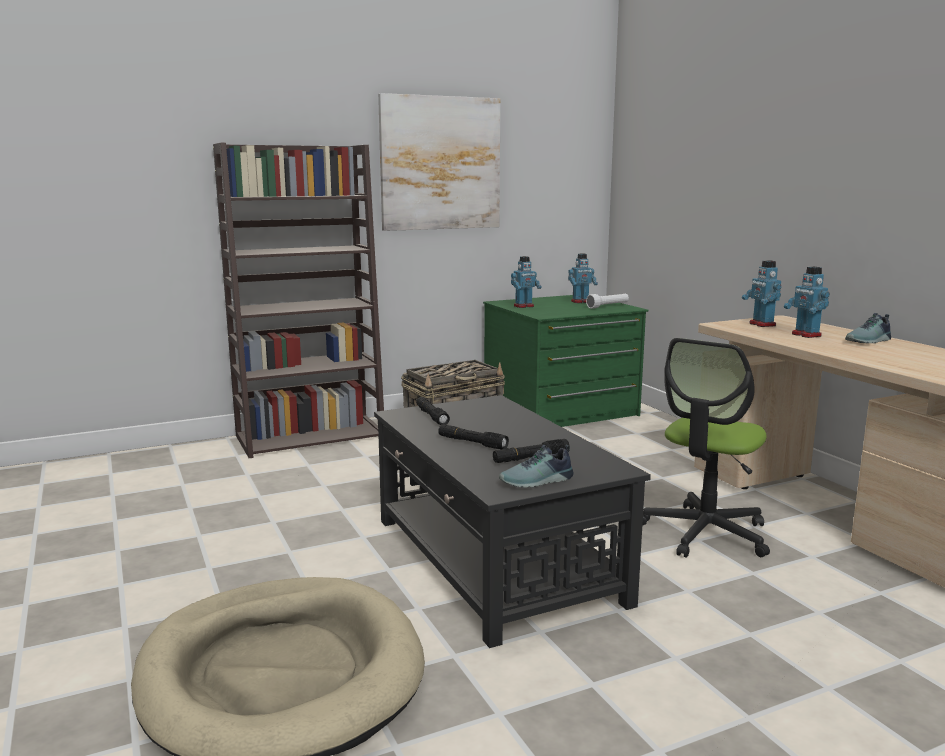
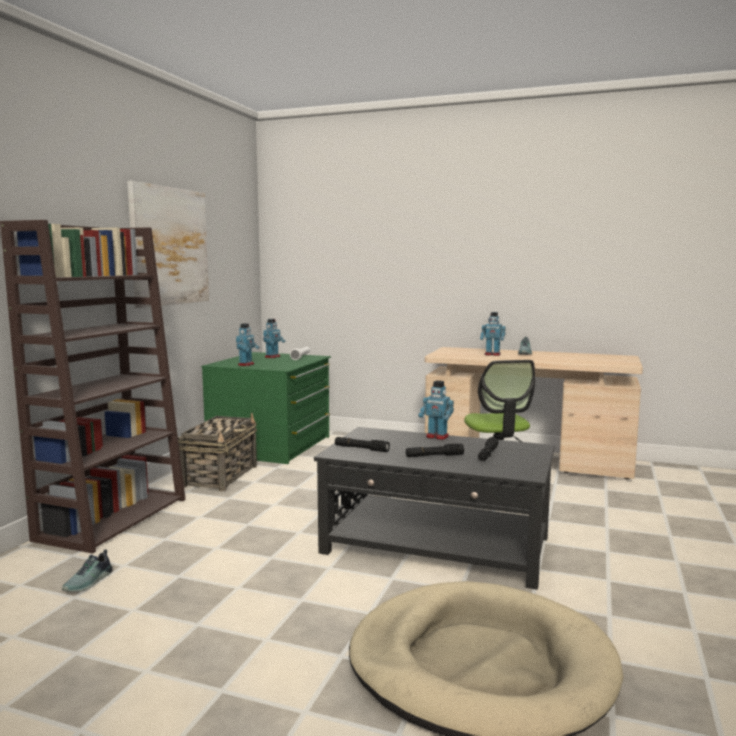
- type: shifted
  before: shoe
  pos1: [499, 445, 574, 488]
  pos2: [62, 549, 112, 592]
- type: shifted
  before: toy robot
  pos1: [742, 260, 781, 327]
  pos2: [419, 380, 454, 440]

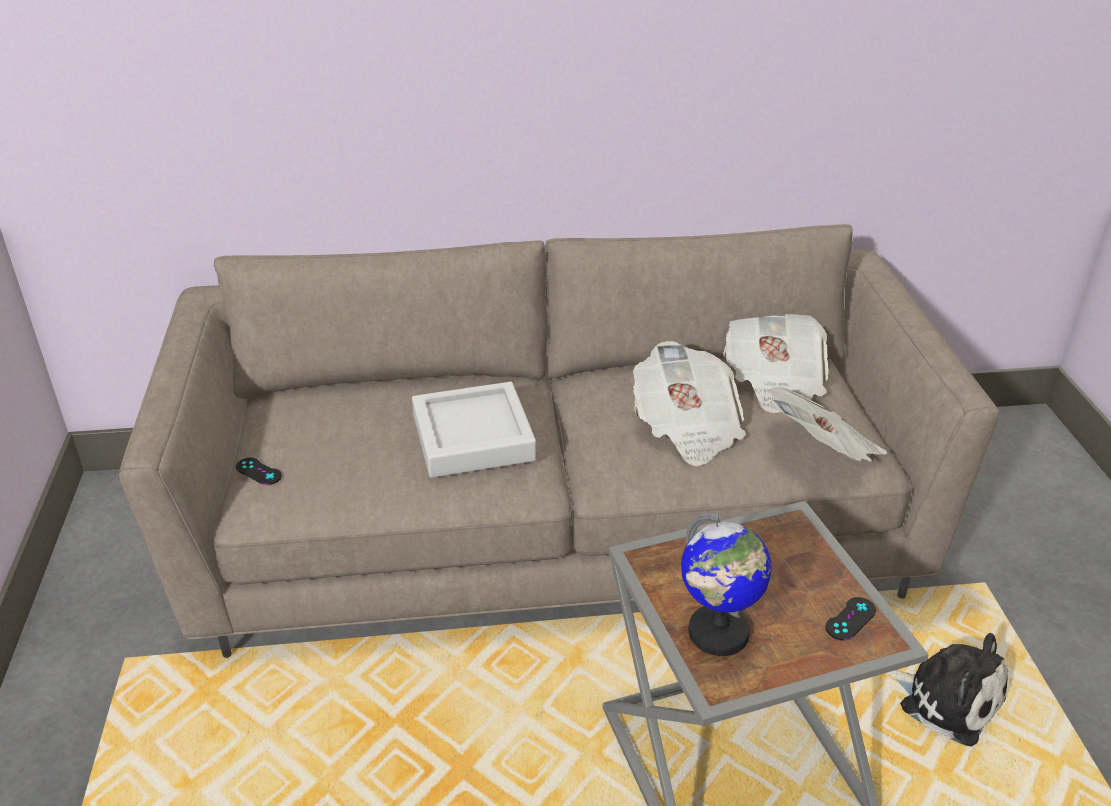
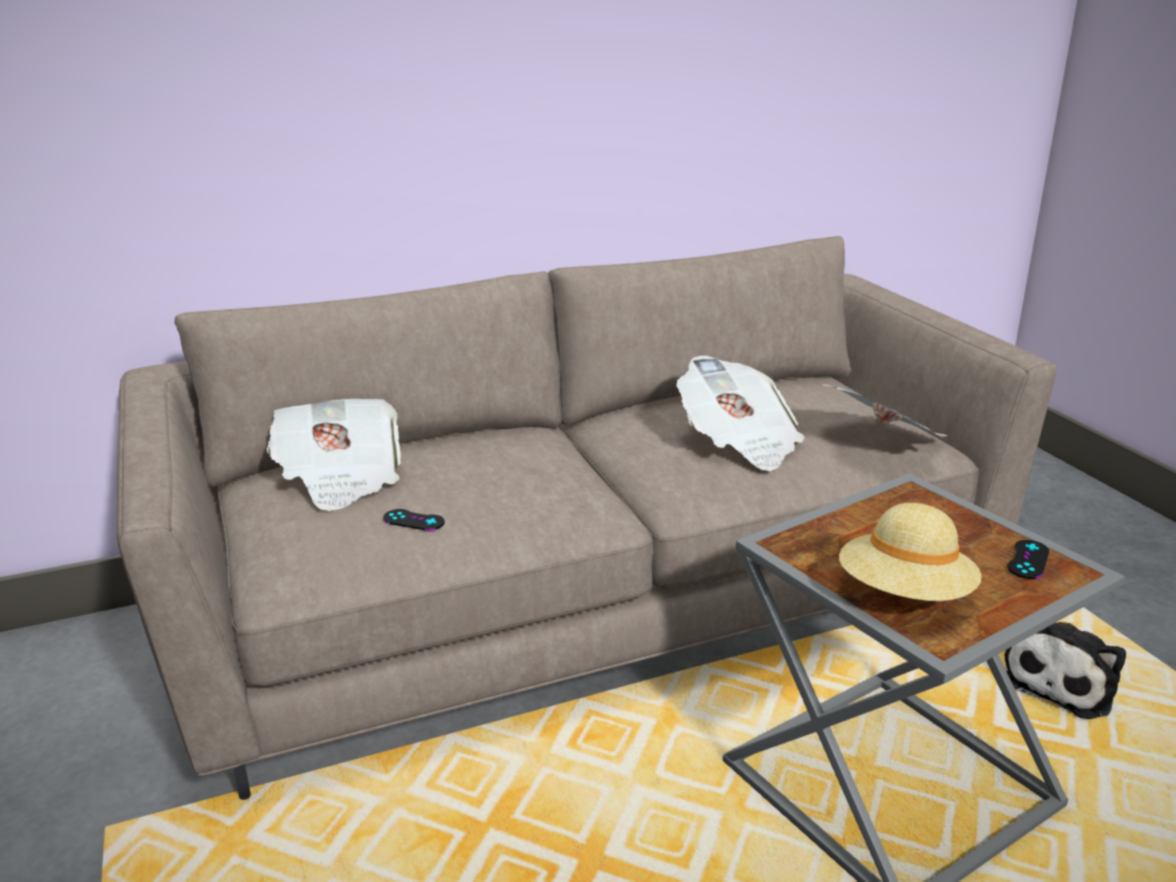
- type: shifted
  before: newspaper
  pos1: [723, 314, 829, 413]
  pos2: [266, 399, 401, 511]
- type: shifted
  before: game controller (black)
  pos1: [236, 458, 282, 485]
  pos2: [383, 509, 445, 531]
- type: swapped
  before: globe
  after: hat (beige)
  pos1: [681, 512, 772, 656]
  pos2: [839, 503, 982, 601]
- type: rotated
  before: plush toy
  pos1: [886, 633, 1008, 746]
  pos2: [1005, 622, 1126, 719]
  turn: 105
- type: gone
  before: tray (grey)
  pos1: [412, 382, 536, 478]

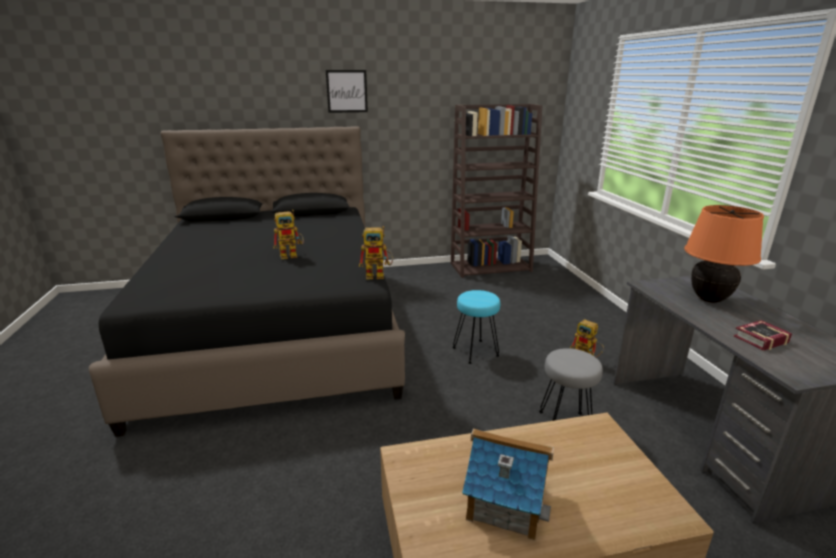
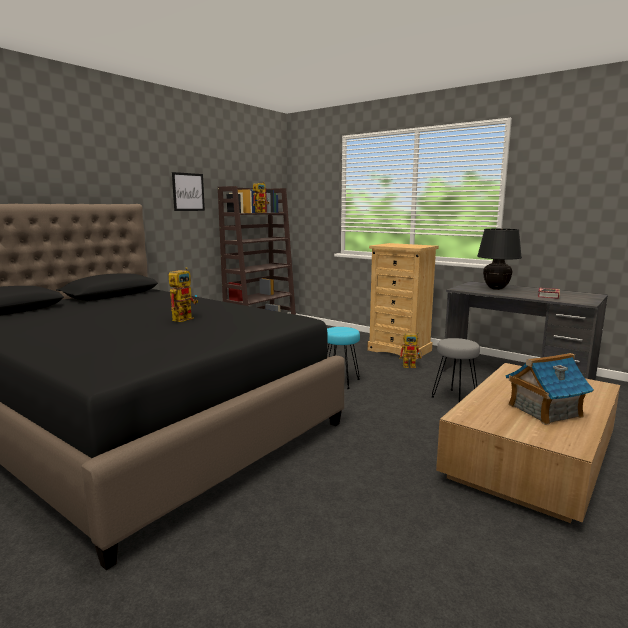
- type: shifted
  before: picture
  pos1: [326, 70, 368, 113]
  pos2: [172, 172, 205, 211]
- type: shifted
  before: toy robot
  pos1: [359, 226, 393, 279]
  pos2: [253, 182, 269, 213]
- type: new
  after: dresser (beige)
  pos2: [367, 243, 439, 360]
- type: repainted
  before: table lamp (orange)
  after: table lamp (black)
  pos1: [684, 205, 764, 303]
  pos2: [477, 228, 522, 290]

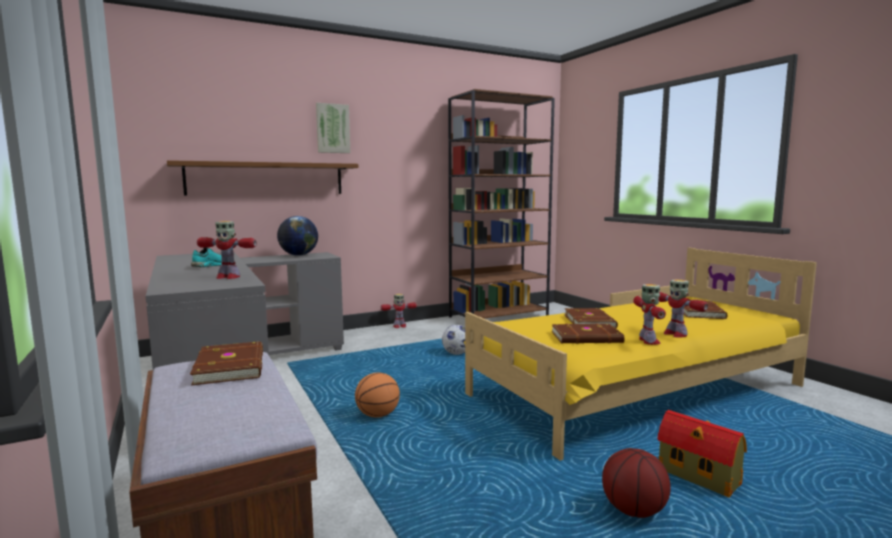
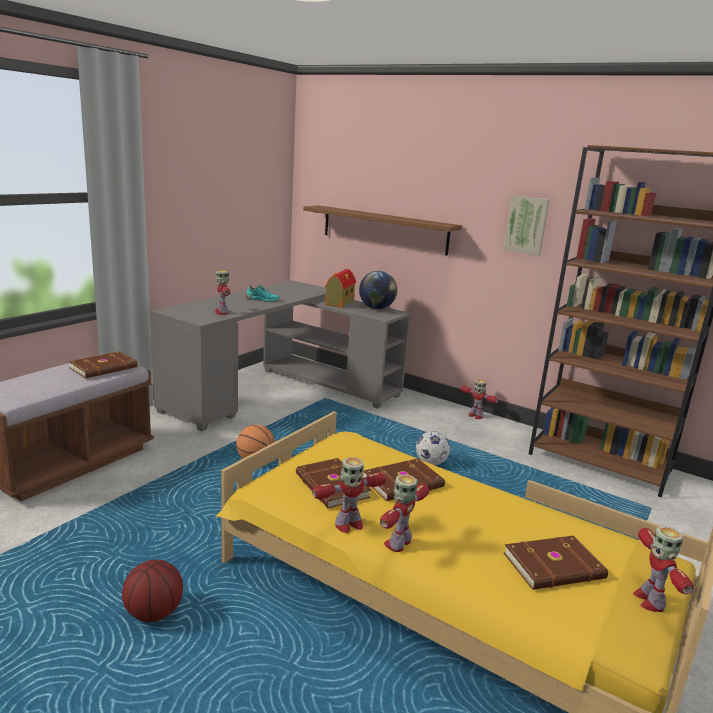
- type: shifted
  before: toy house
  pos1: [657, 410, 747, 497]
  pos2: [325, 269, 356, 308]
- type: shifted
  before: picture
  pos1: [316, 103, 350, 153]
  pos2: [504, 195, 550, 256]
- type: new
  after: toy robot
  pos2: [633, 526, 694, 612]

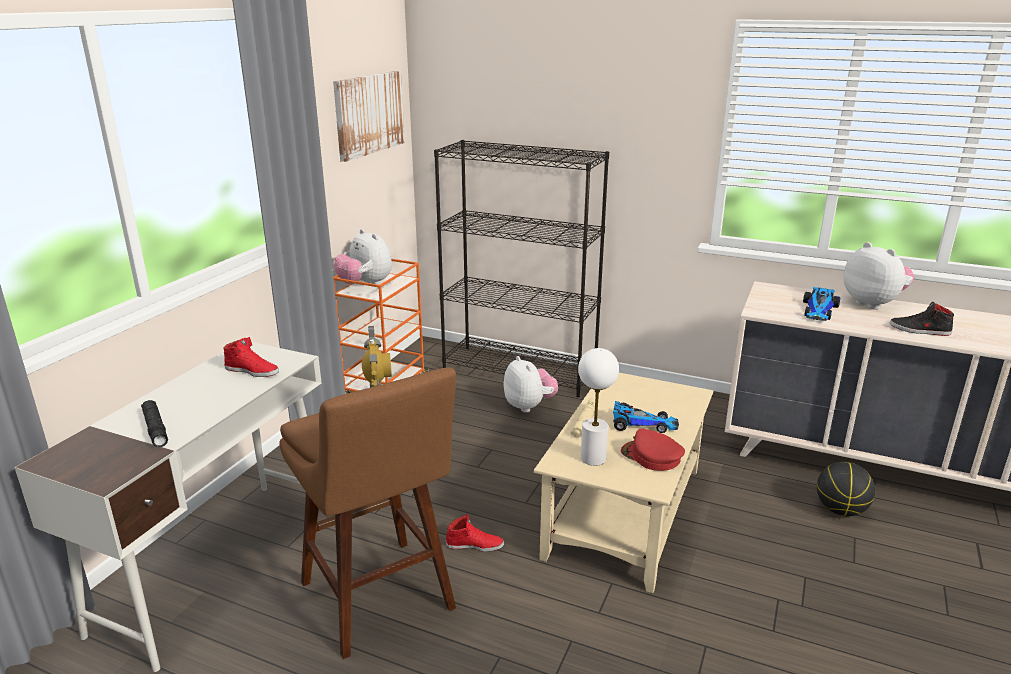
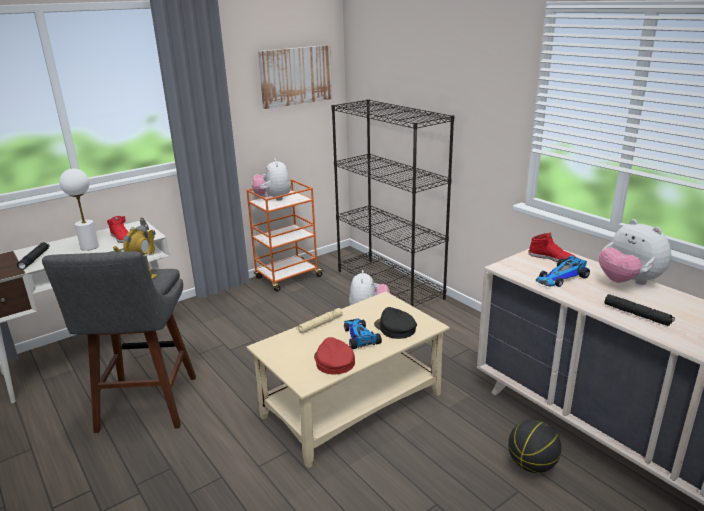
- type: repainted
  before: stool (brown)
  after: stool (grey)
  pos1: [279, 367, 456, 659]
  pos2: [42, 251, 196, 433]
- type: shifted
  before: table lamp (white)
  pos1: [578, 348, 619, 466]
  pos2: [59, 169, 99, 251]
- type: rotated
  before: toy car
  pos1: [613, 401, 679, 433]
  pos2: [344, 319, 382, 349]
  turn: -150
- type: new
  after: cap (black)
  pos2: [374, 307, 417, 339]
- type: shifted
  before: shoe (red)
  pos1: [445, 514, 504, 552]
  pos2: [528, 232, 576, 262]
- type: rotated
  before: plush toy
  pos1: [843, 242, 914, 310]
  pos2: [599, 219, 671, 285]
  turn: 150
- type: swapped
  before: shoe (black)
  after: flashlight (black)
  pos1: [890, 302, 954, 336]
  pos2: [605, 294, 675, 326]

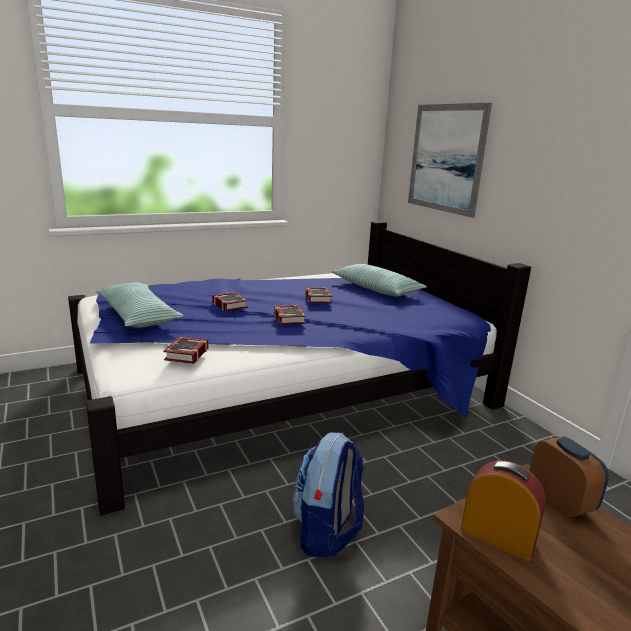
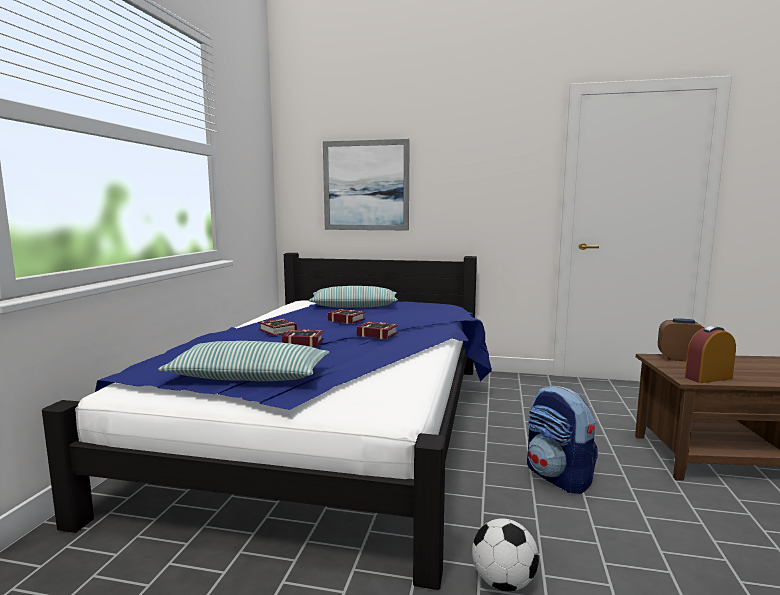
- type: shifted
  before: book
  pos1: [163, 336, 208, 364]
  pos2: [258, 318, 297, 336]
- type: new
  after: football
  pos2: [472, 518, 539, 591]

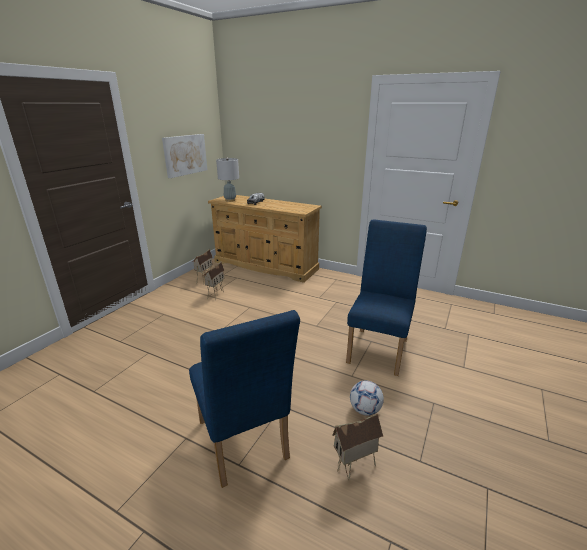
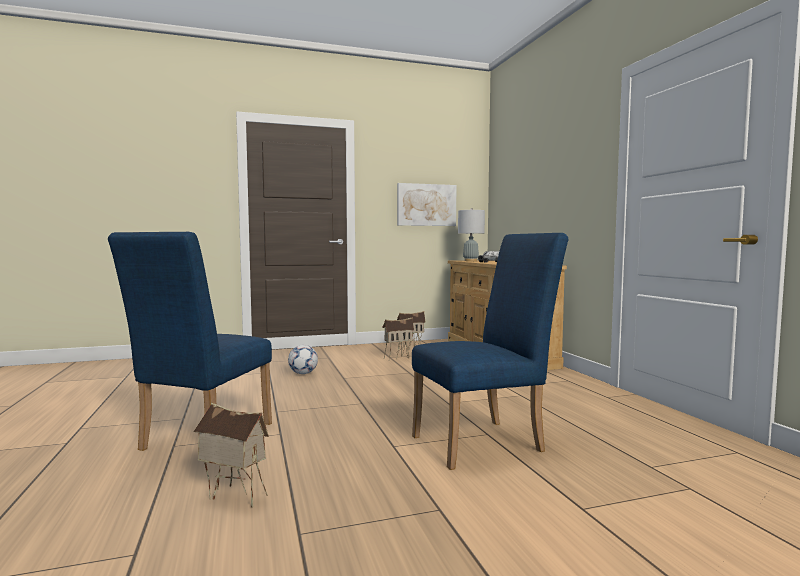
- type: shifted
  before: football
  pos1: [350, 381, 384, 416]
  pos2: [288, 345, 318, 374]

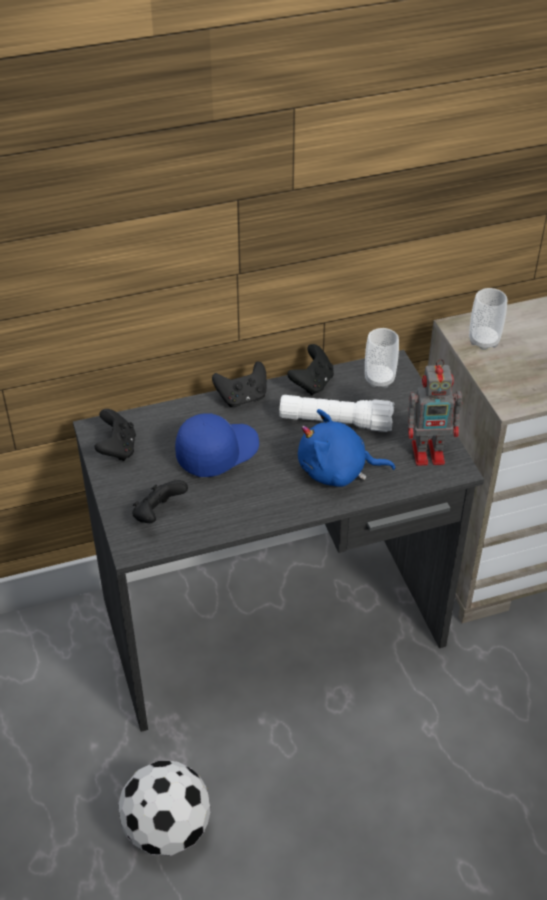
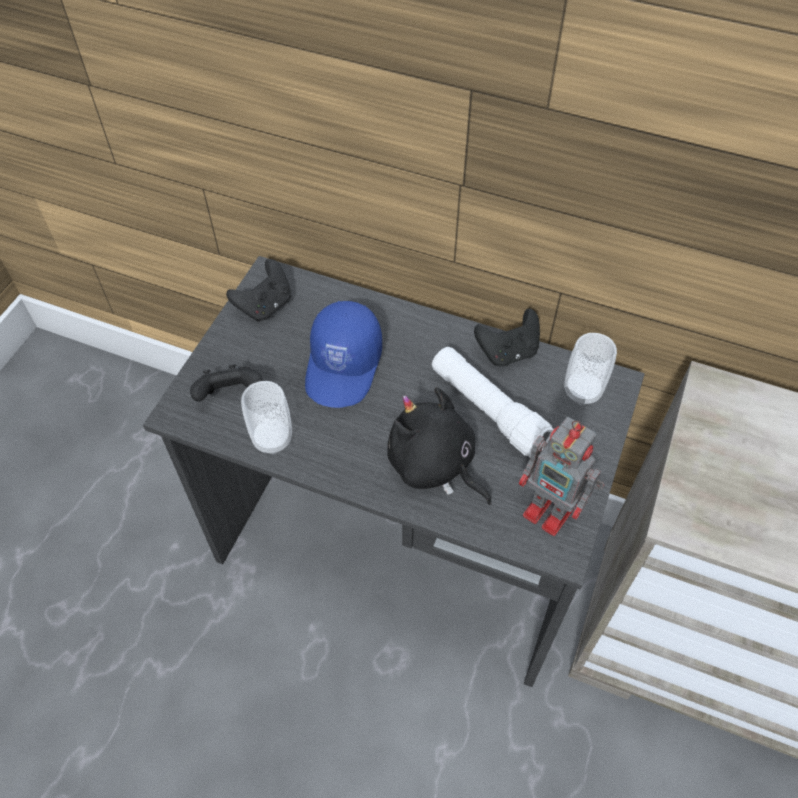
- type: shifted
  before: cup
  pos1: [469, 288, 507, 350]
  pos2: [241, 381, 292, 455]
- type: rotated
  before: cap (blue)
  pos1: [175, 413, 259, 477]
  pos2: [305, 301, 382, 408]
  turn: 105
- type: repainted
  before: plush toy (blue)
  after: plush toy (black)
  pos1: [298, 409, 395, 487]
  pos2: [387, 387, 492, 505]
- type: gone
  before: football
  pos1: [118, 761, 211, 856]
- type: gone
  before: game controller (black)
  pos1: [212, 361, 267, 407]

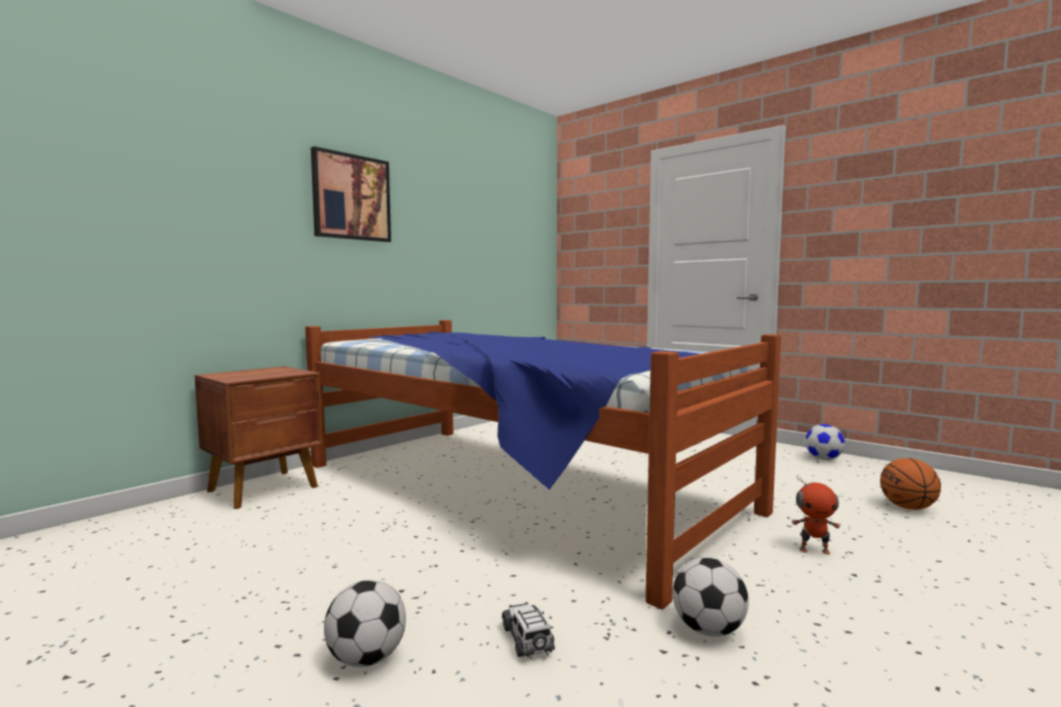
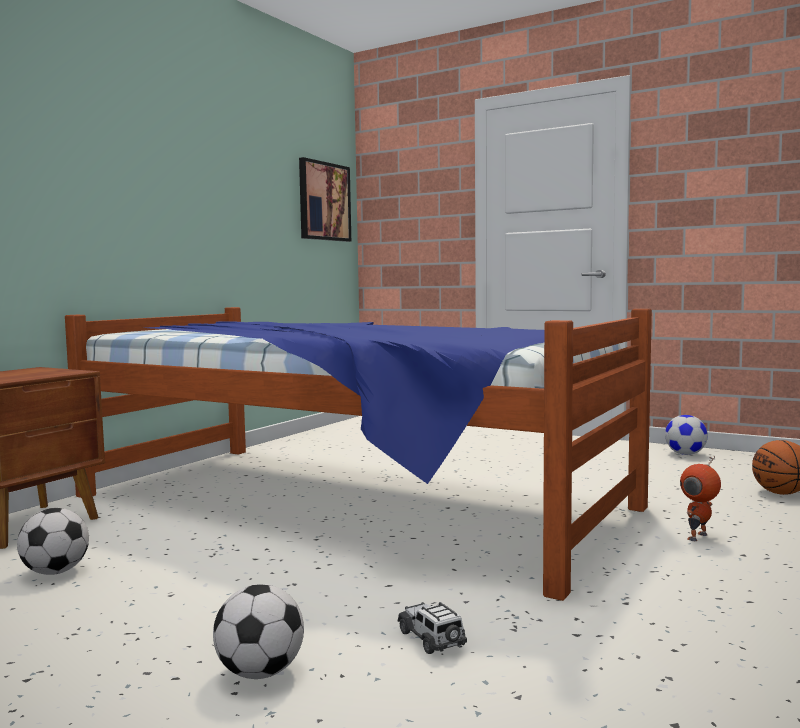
- type: shifted
  before: football
  pos1: [672, 557, 749, 637]
  pos2: [17, 508, 89, 575]
- type: shifted
  before: picture
  pos1: [311, 146, 391, 242]
  pos2: [299, 157, 351, 242]
- type: rotated
  before: toy robot
  pos1: [792, 476, 840, 555]
  pos2: [680, 456, 721, 541]
  turn: 135

